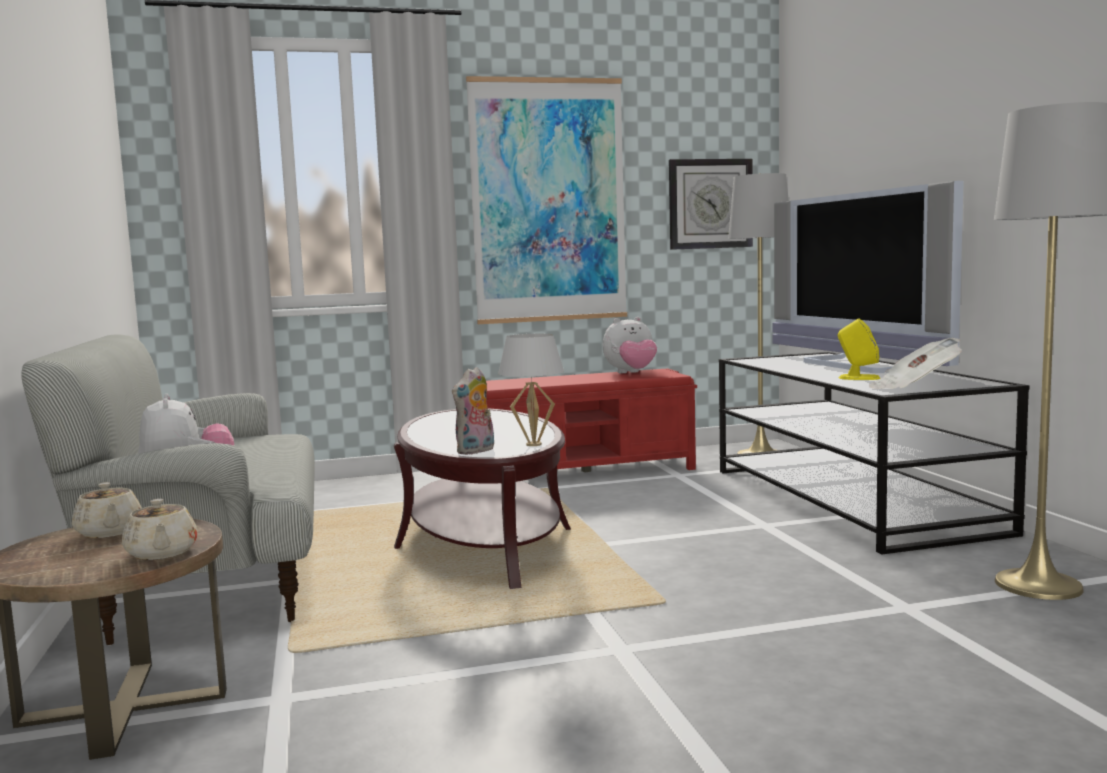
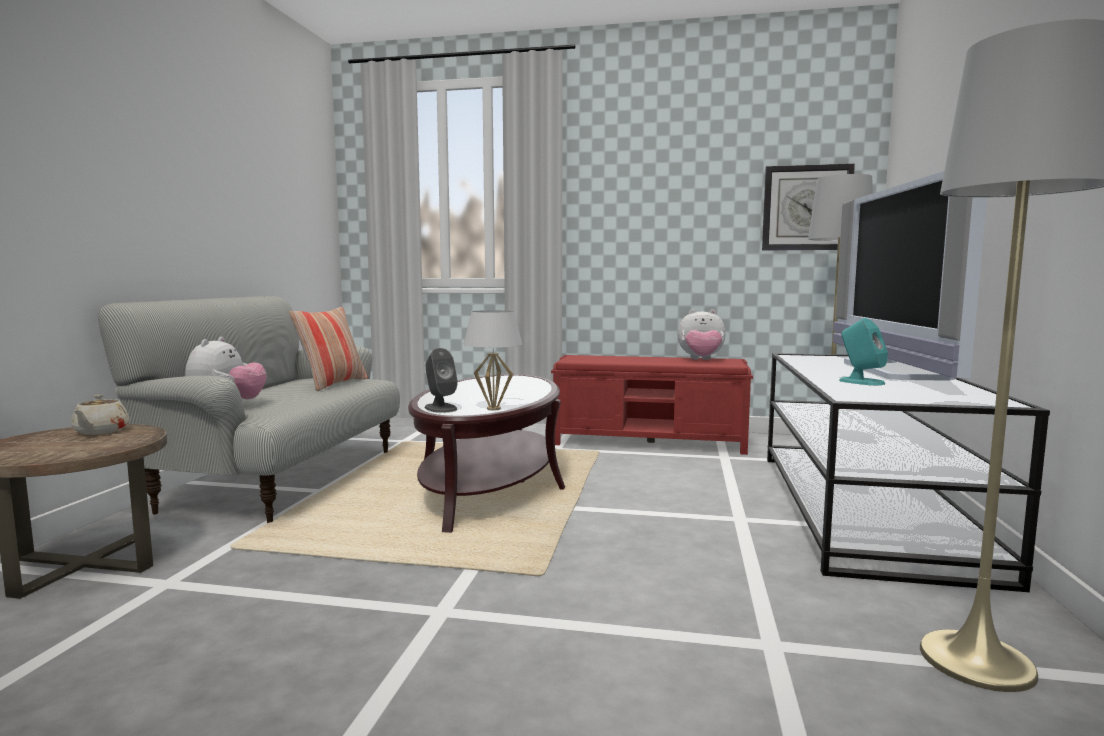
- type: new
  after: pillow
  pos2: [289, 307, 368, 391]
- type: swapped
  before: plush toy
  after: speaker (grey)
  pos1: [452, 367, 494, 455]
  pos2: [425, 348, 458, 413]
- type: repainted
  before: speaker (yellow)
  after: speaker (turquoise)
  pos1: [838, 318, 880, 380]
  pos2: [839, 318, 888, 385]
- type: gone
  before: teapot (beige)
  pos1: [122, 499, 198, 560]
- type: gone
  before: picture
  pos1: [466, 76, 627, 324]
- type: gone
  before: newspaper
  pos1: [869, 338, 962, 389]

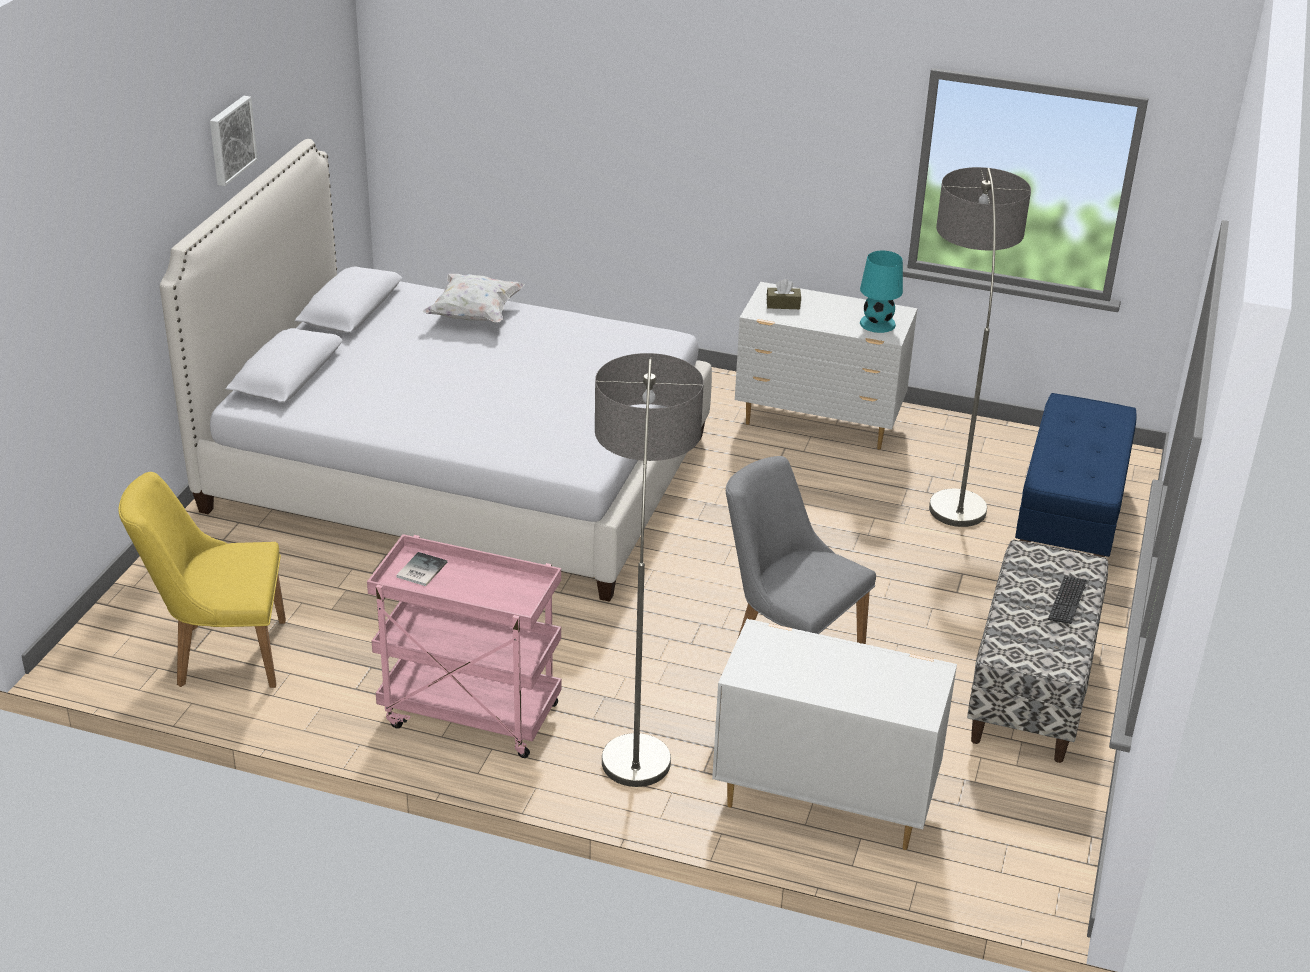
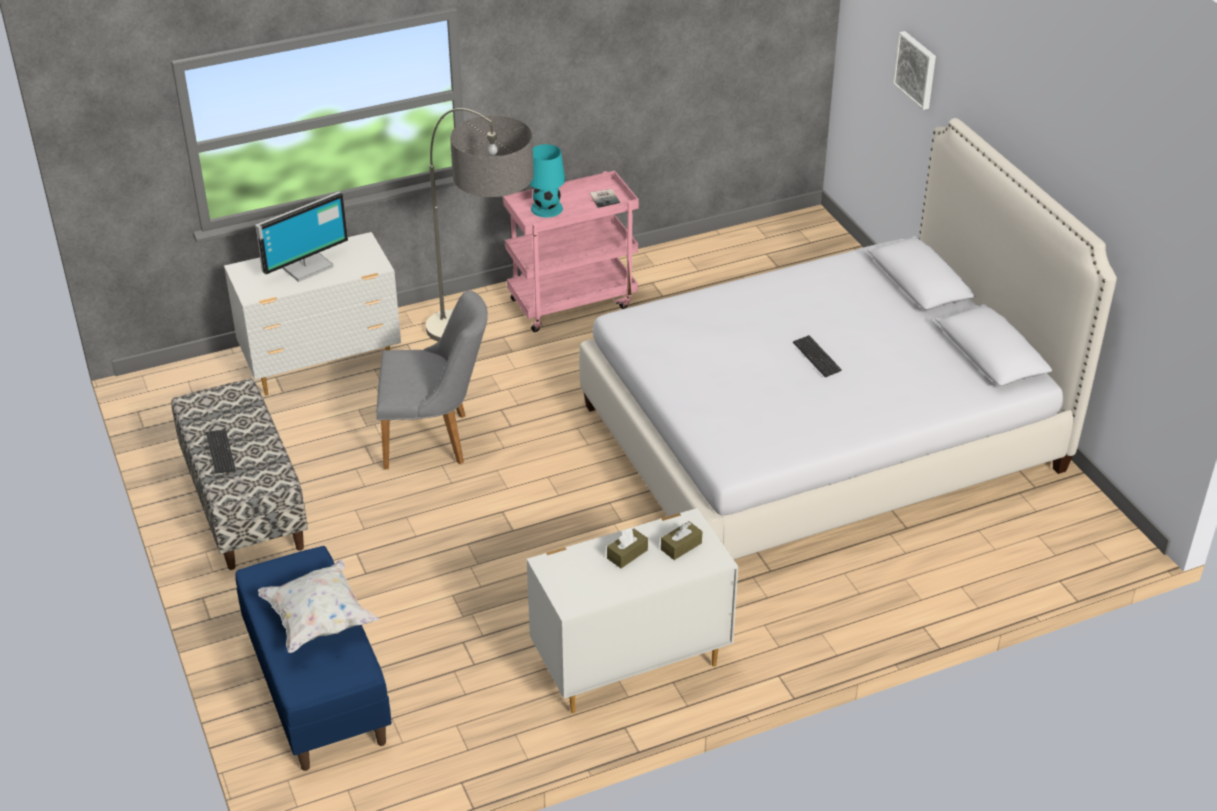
- type: new
  after: monitor
  pos2: [255, 192, 348, 282]
- type: shifted
  before: pillow (white)
  pos1: [422, 274, 525, 323]
  pos2: [258, 560, 379, 653]
- type: shifted
  before: table lamp (turquoise)
  pos1: [860, 251, 903, 333]
  pos2: [529, 144, 565, 217]
- type: new
  after: tissue box (brown)
  pos2: [607, 528, 648, 568]
- type: new
  after: keyboard
  pos2: [793, 335, 842, 377]
- type: shifted
  before: picture
  pos1: [210, 96, 258, 186]
  pos2: [893, 31, 936, 110]
- type: gone
  before: chair (yellow)
  pos1: [118, 472, 286, 688]
- type: gone
  before: floor lamp
  pos1: [929, 167, 1031, 527]

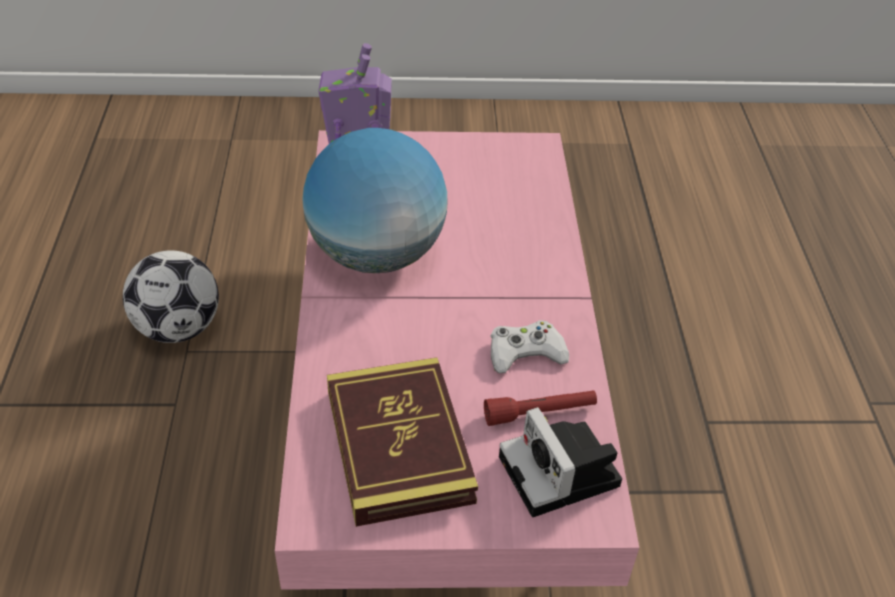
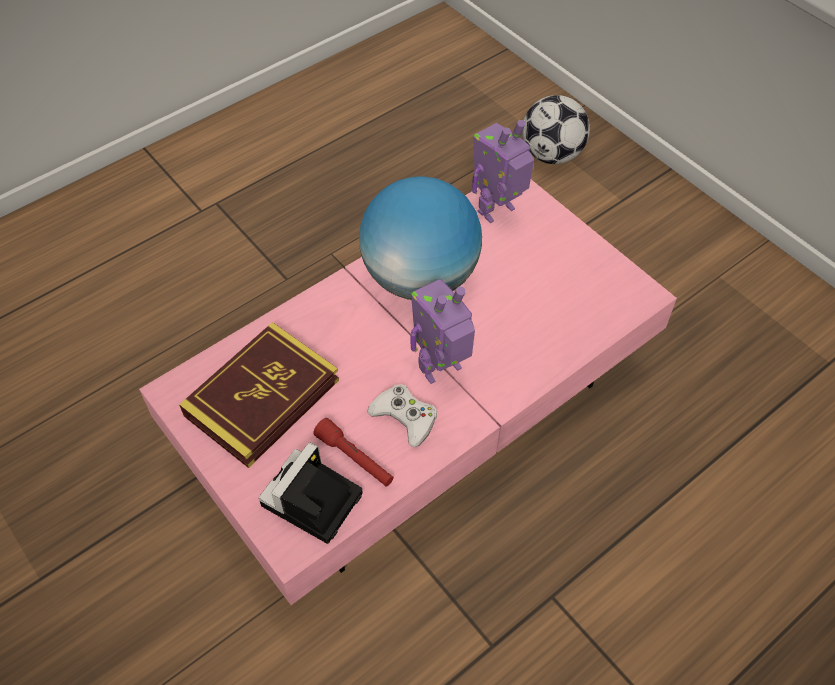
- type: new
  after: toy robot
  pos2: [410, 279, 475, 384]
- type: shifted
  before: football
  pos1: [123, 250, 219, 343]
  pos2: [522, 95, 590, 164]

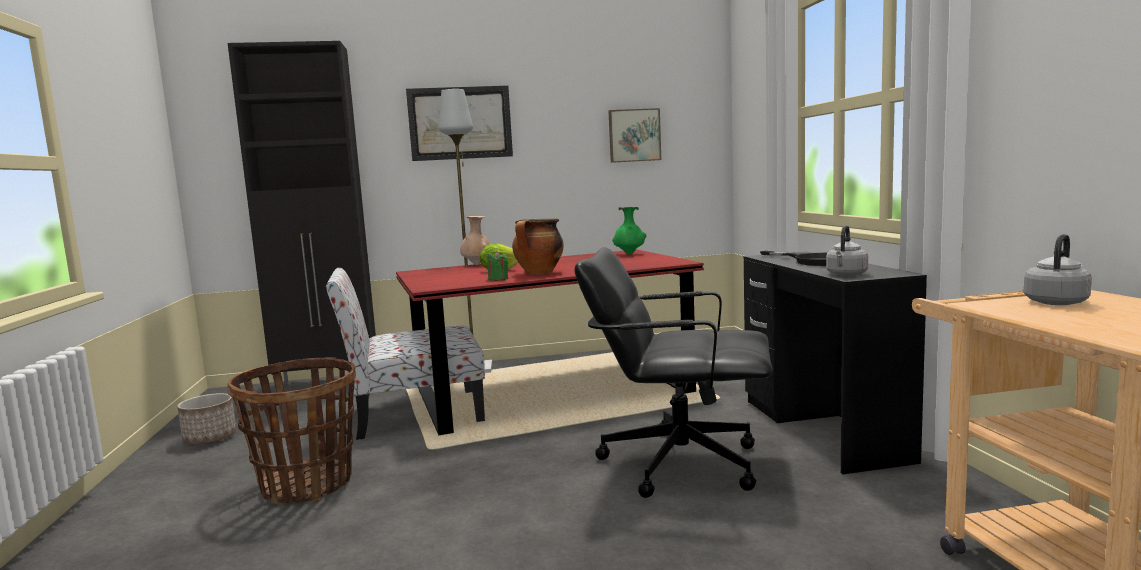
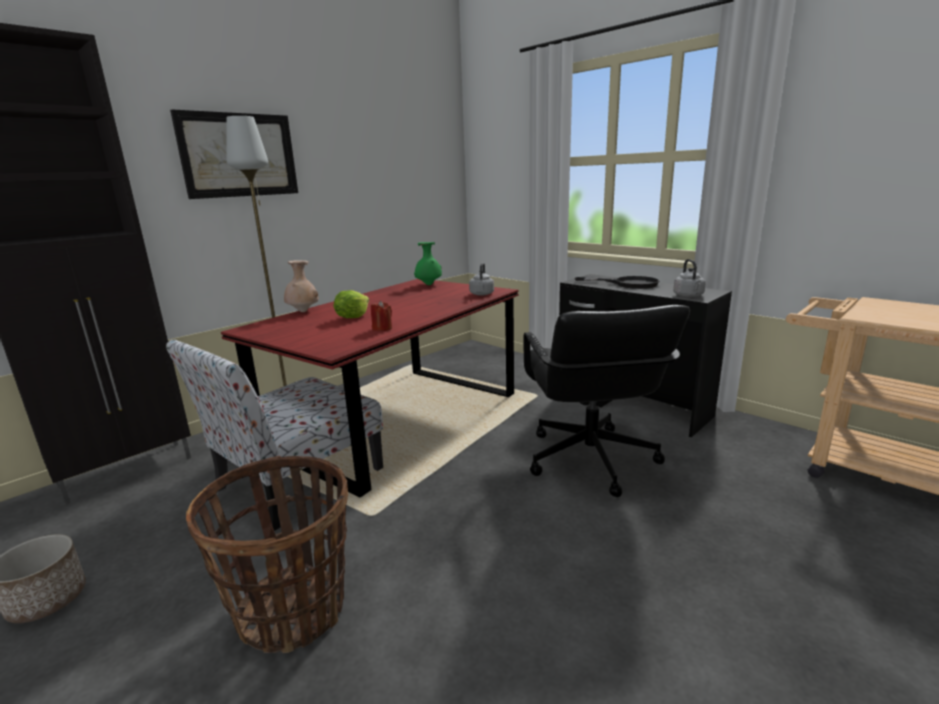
- type: repainted
  before: candle (green)
  after: candle (red)
  pos1: [487, 251, 508, 281]
  pos2: [371, 301, 392, 331]
- type: shifted
  before: kettle (grey)
  pos1: [1024, 234, 1092, 305]
  pos2: [469, 263, 494, 296]
- type: rotated
  before: office chair (black)
  pos1: [574, 247, 772, 498]
  pos2: [523, 305, 690, 497]
  turn: -75
- type: gone
  before: cooking pot
  pos1: [512, 218, 563, 275]
- type: gone
  before: picture
  pos1: [609, 108, 661, 163]

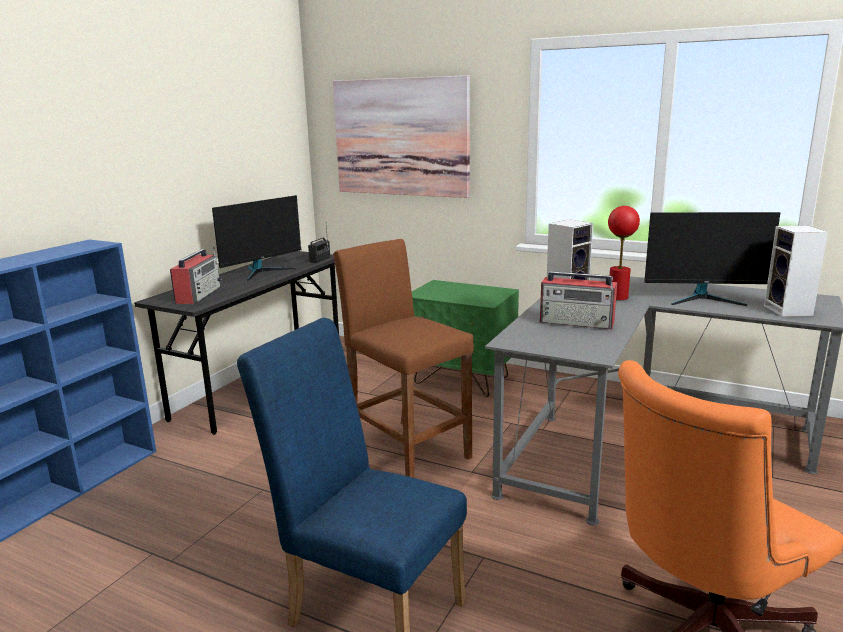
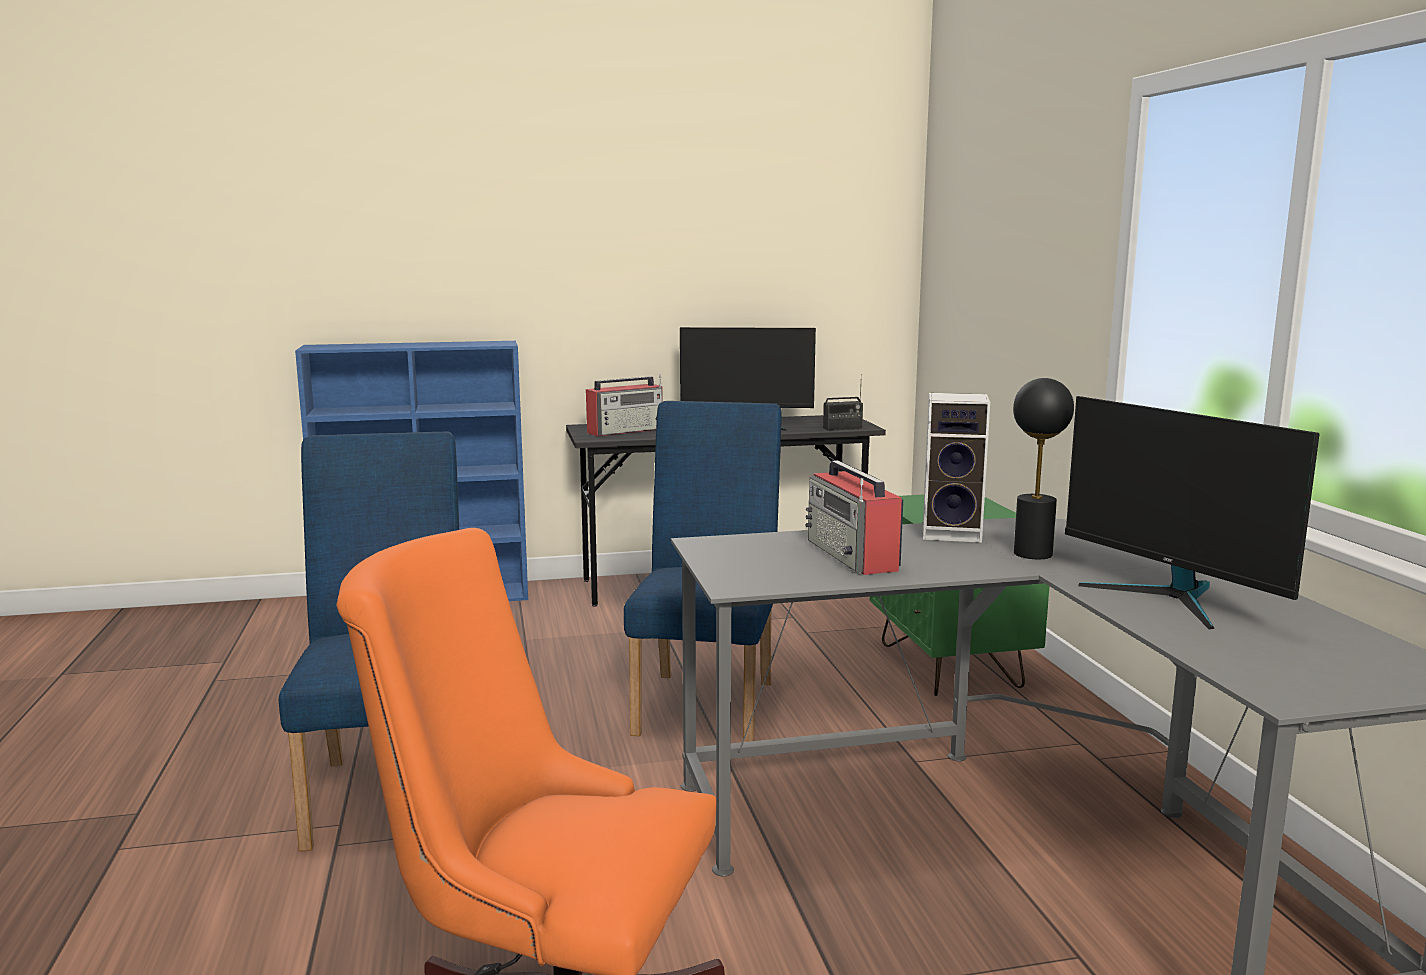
- type: swapped
  before: stool (brown)
  after: chair (blue)
  pos1: [333, 239, 474, 478]
  pos2: [624, 401, 782, 742]
- type: repainted
  before: table lamp (red)
  after: table lamp (black)
  pos1: [608, 206, 640, 300]
  pos2: [1013, 378, 1074, 559]
- type: gone
  before: picture
  pos1: [333, 75, 470, 198]
- type: gone
  before: speaker
  pos1: [764, 225, 828, 317]

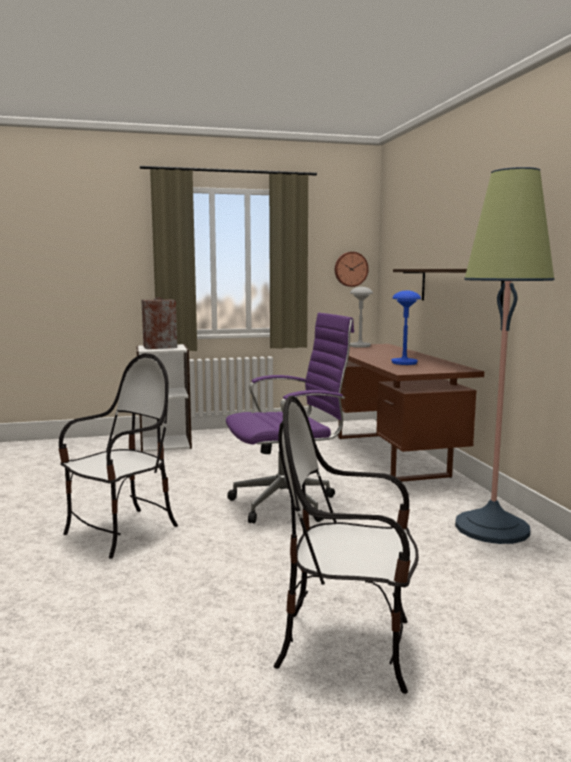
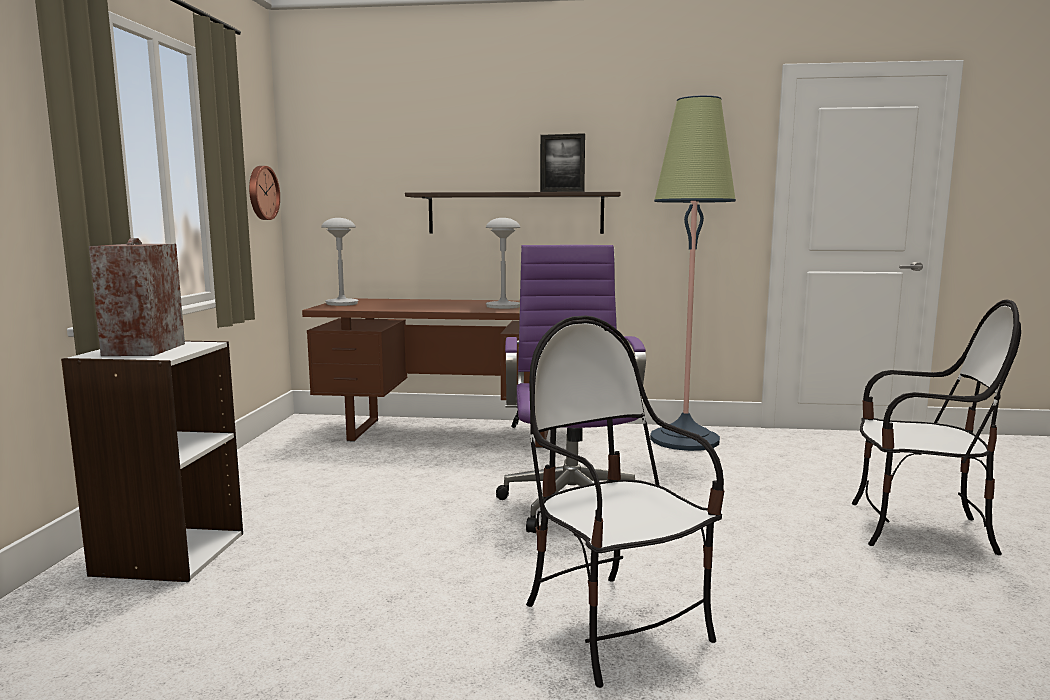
- type: repainted
  before: table lamp (blue)
  after: table lamp (grey)
  pos1: [391, 291, 421, 365]
  pos2: [486, 218, 520, 309]
- type: new
  after: picture frame
  pos2: [540, 133, 585, 192]
- type: rotated
  before: chair
  pos1: [273, 396, 419, 694]
  pos2: [852, 300, 1021, 555]
  turn: -105

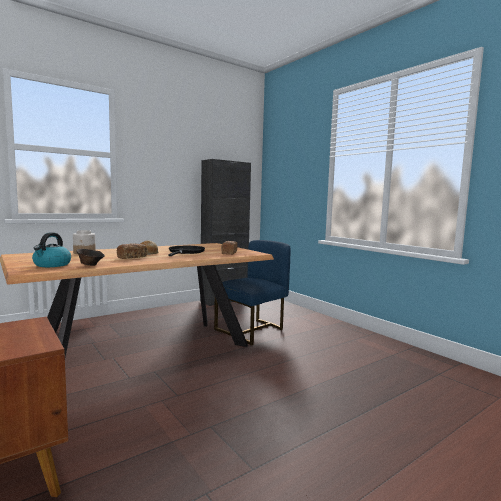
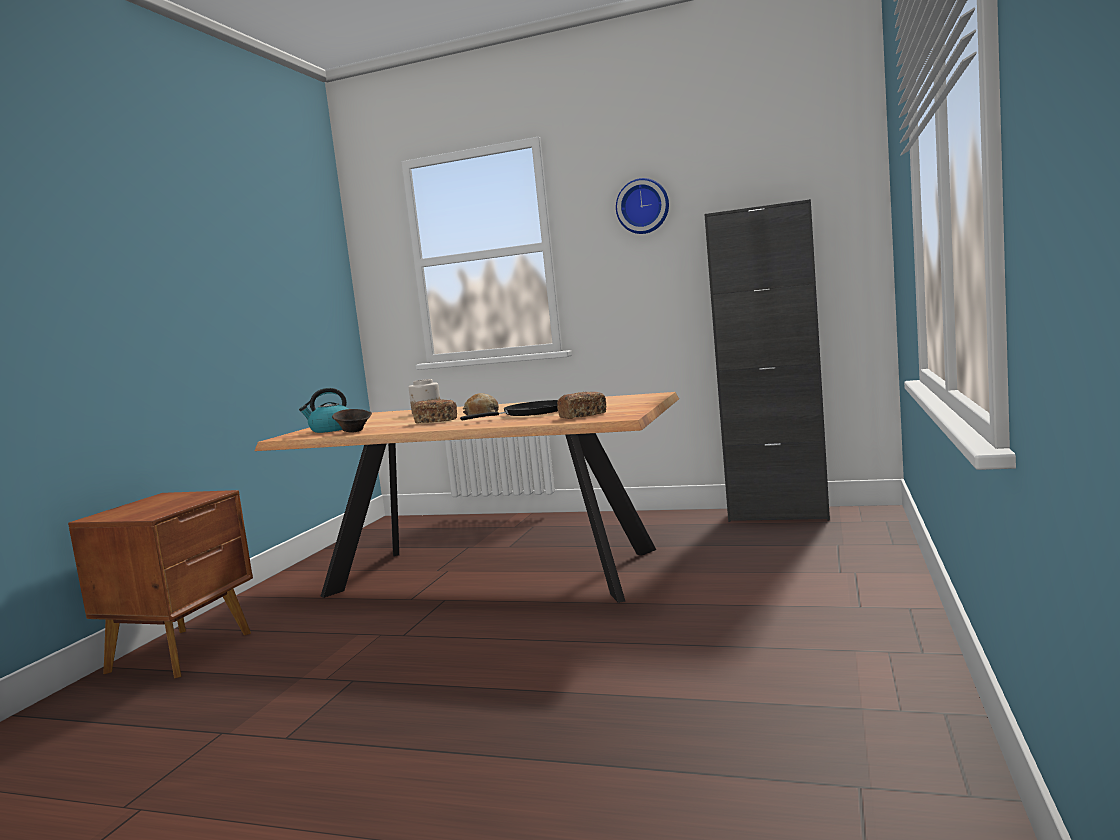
- type: new
  after: wall clock
  pos2: [616, 178, 669, 234]
- type: gone
  before: chair (blue)
  pos1: [214, 240, 290, 346]

